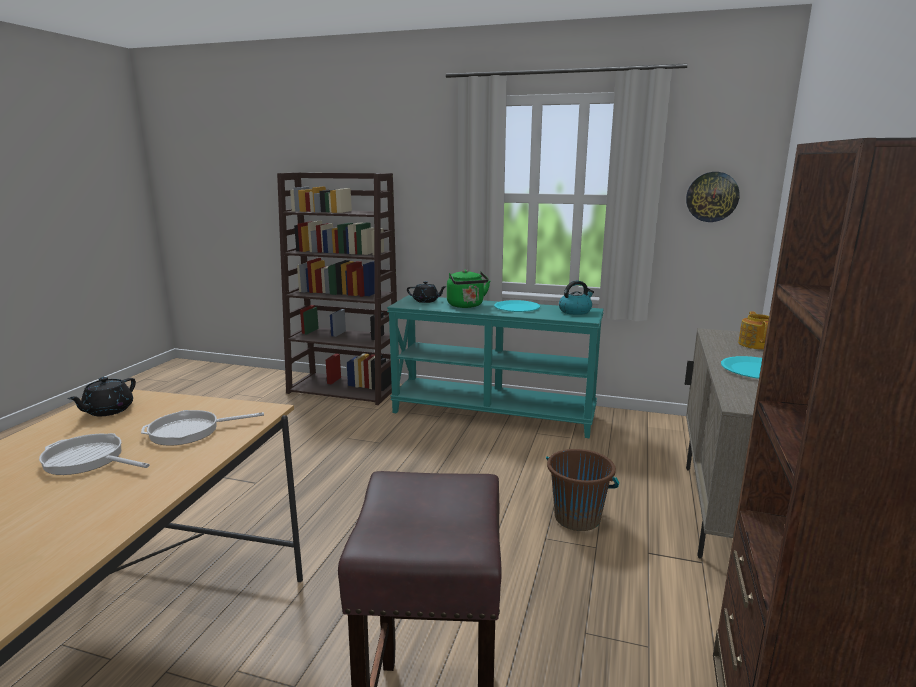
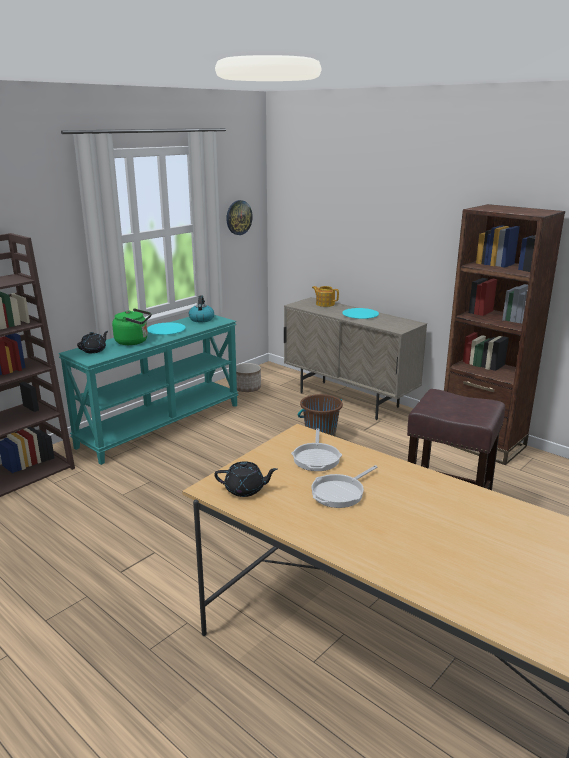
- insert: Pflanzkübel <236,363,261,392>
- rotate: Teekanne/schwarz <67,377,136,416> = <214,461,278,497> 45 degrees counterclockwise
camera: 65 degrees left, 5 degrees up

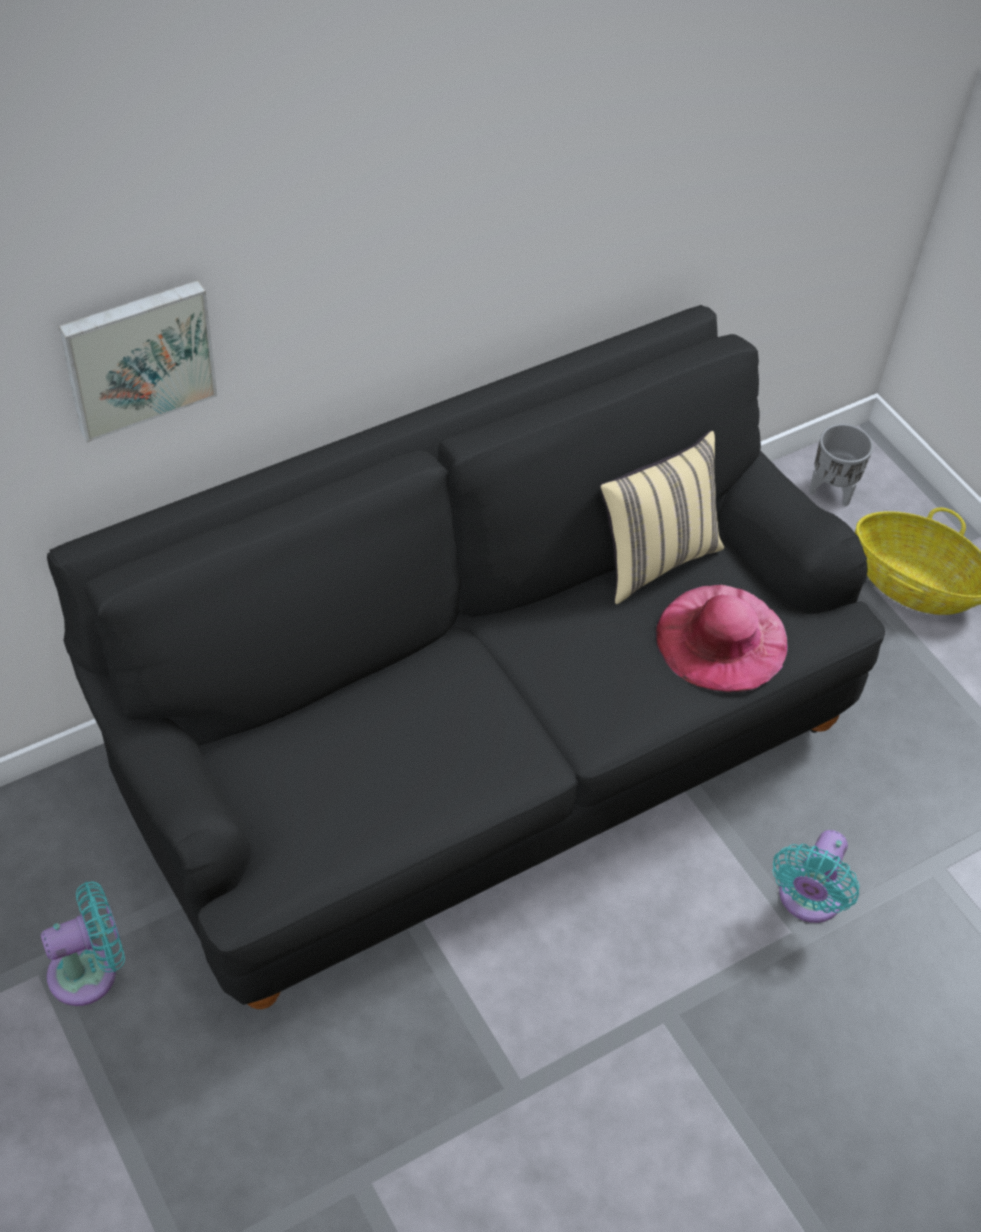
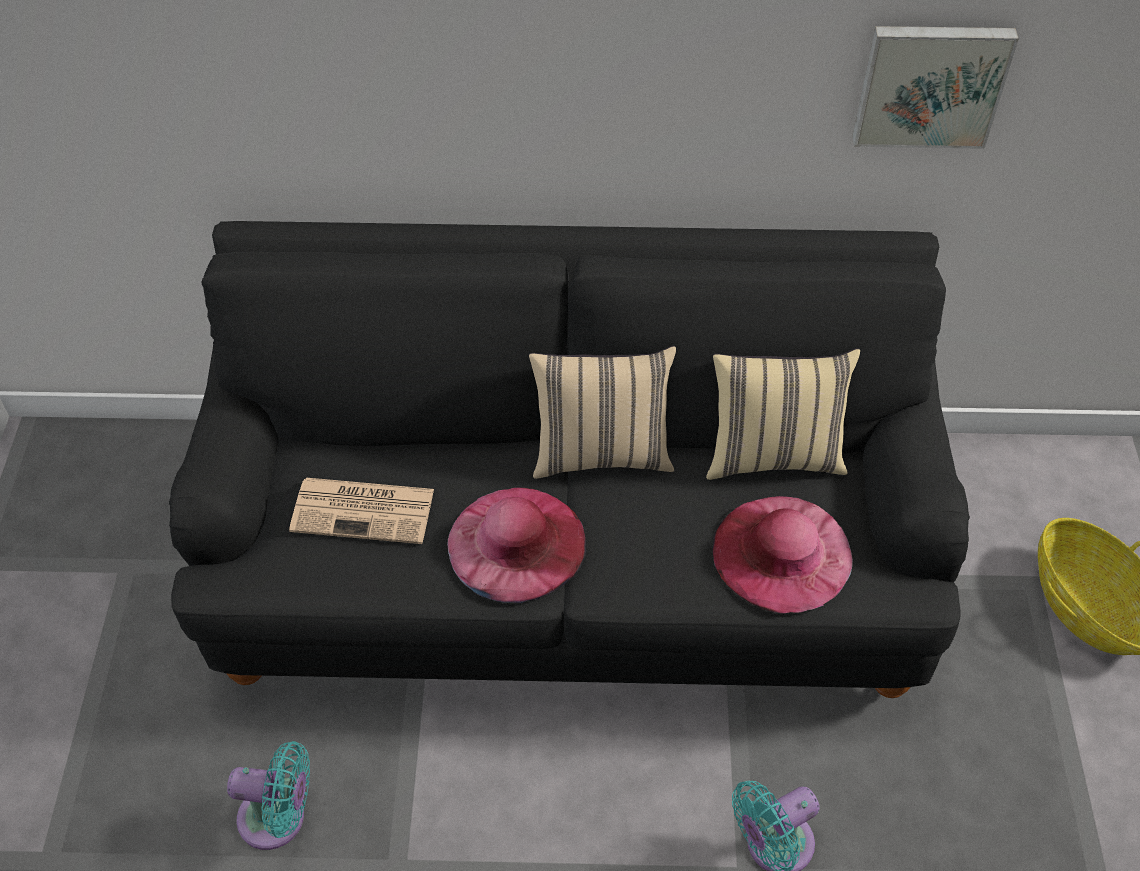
- delete: Pflanzkübel/grau <809,424,873,507>
- insert: Zeitung <289,478,434,544>
- insert: Hut/rosa <447,487,586,603>
- insert: Kissen/beige <529,346,676,479>
- move: Ventilator/türkis <41,881,125,1006> to <227,741,310,850>
- move: Bild <59,280,217,443> to <852,26,1019,149>
camera: 35 degrees right, 0 degrees up

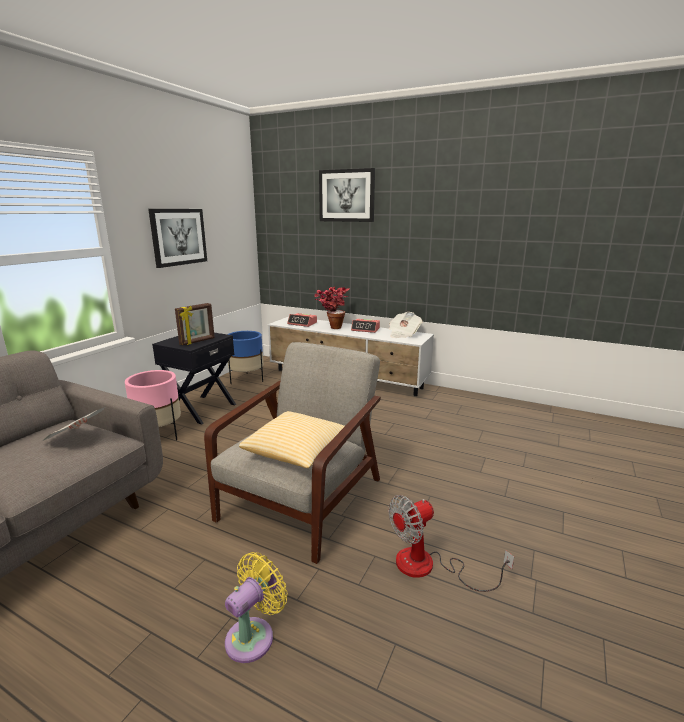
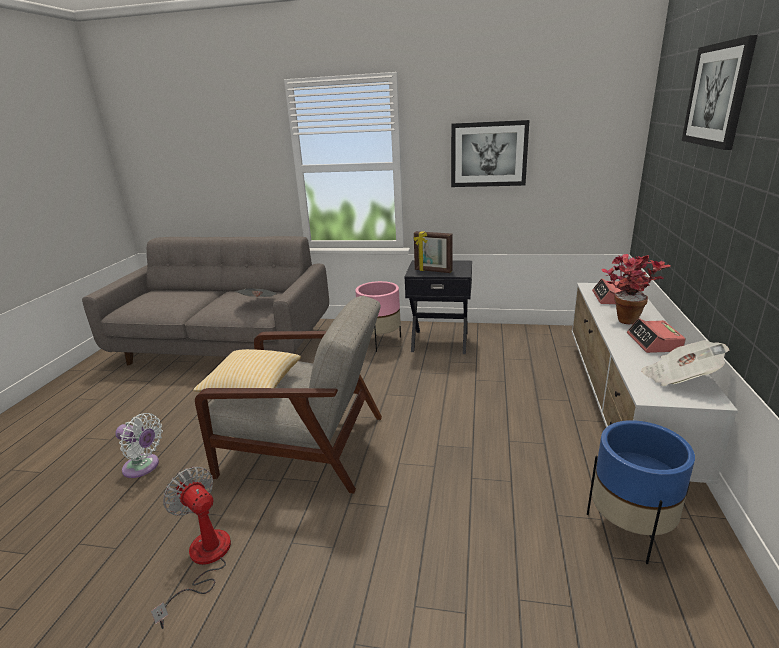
- move: Pflanzkübel/blau <227,331,264,384> to <587,420,695,564>
- recolor: Ventilator/gelb <225,552,288,663> to Ventilator/weiß <115,413,163,478>
camera: 75 degrees right, 5 degrees up

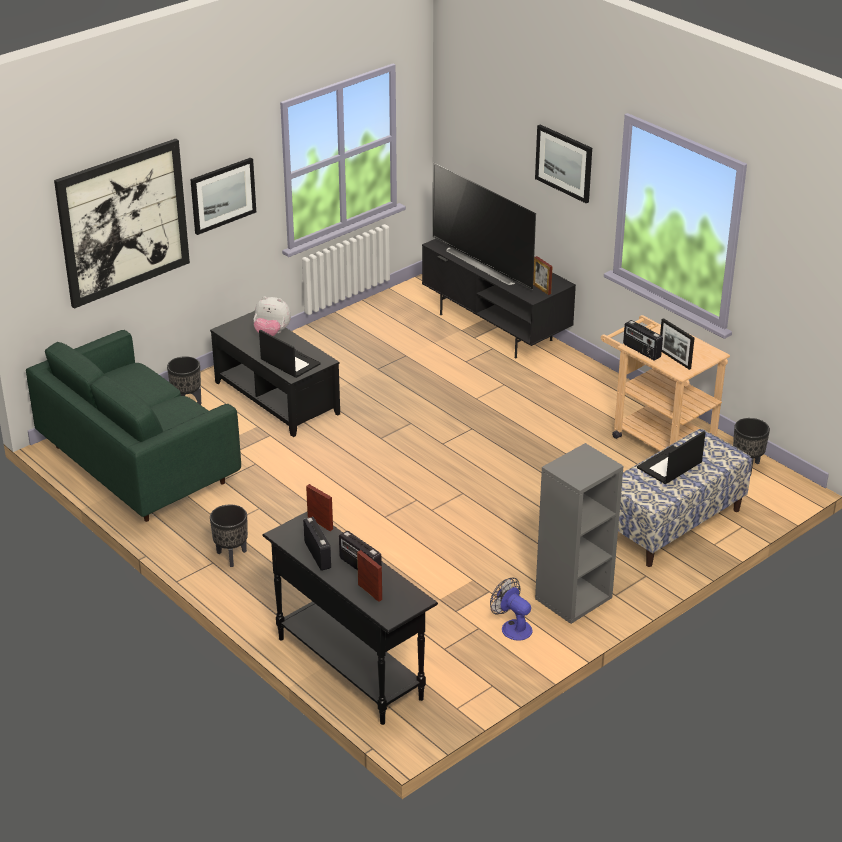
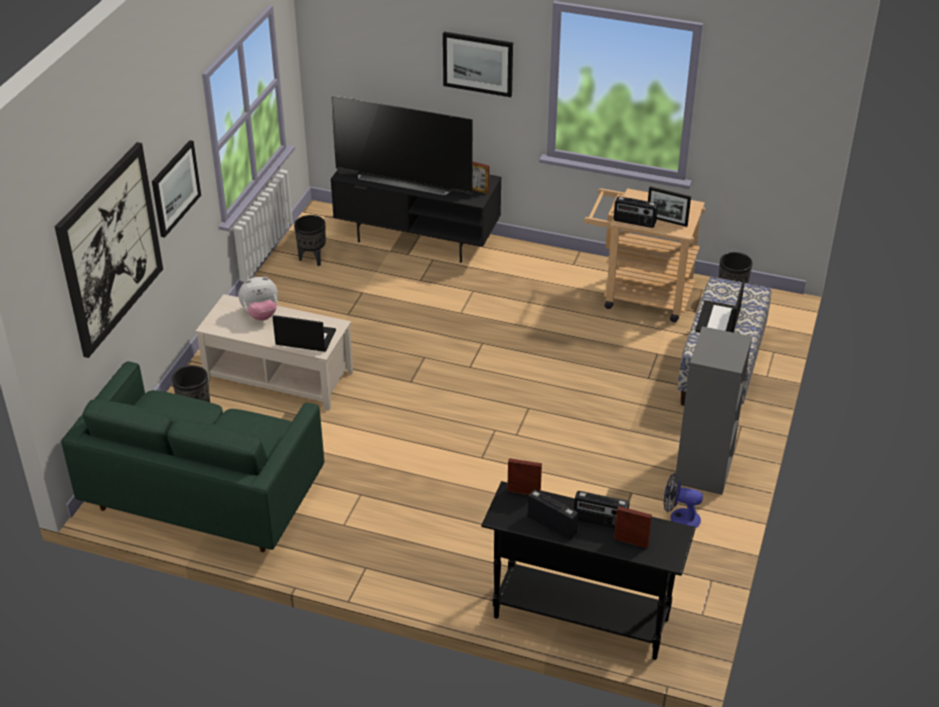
- move: Pflanzkübel/schwarz <210,504,248,567> to <294,215,326,266>
- recolor: Couchtisch/schwarz <210,311,340,437> to Couchtisch/beige <196,294,353,411>
camera: 30 degrees left, 5 degrees up

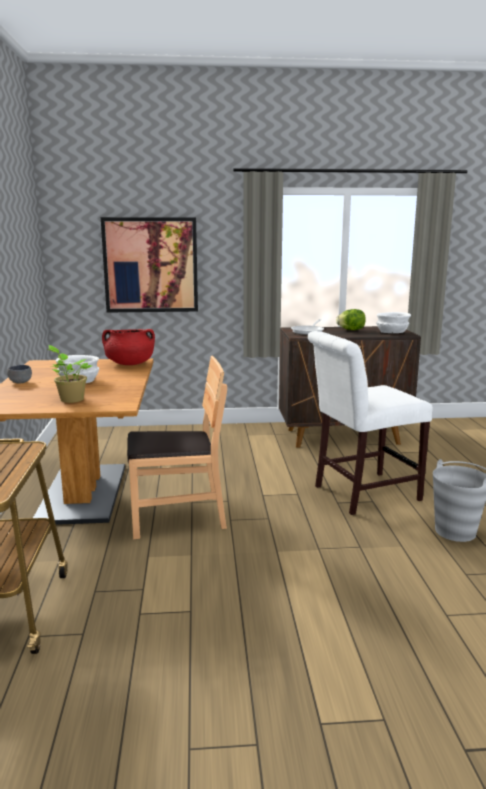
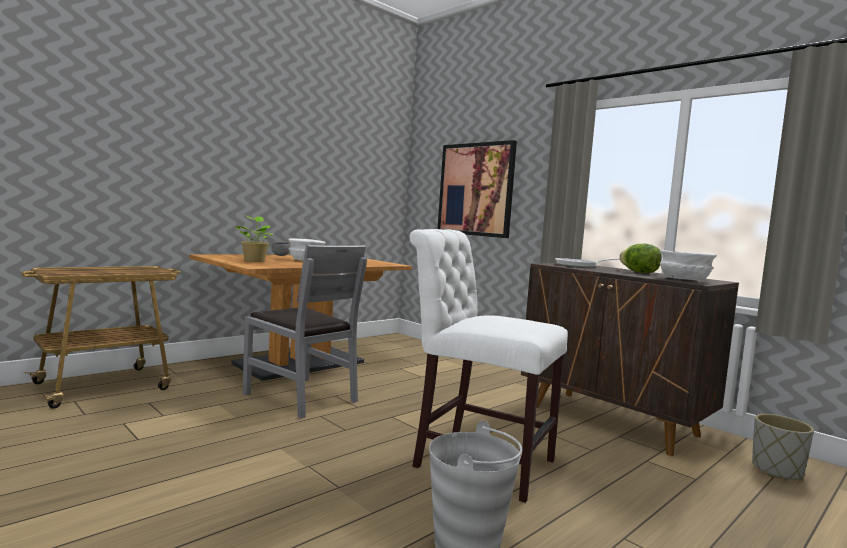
- delete: Kochtopf/rot <102,329,155,365>
- insert: Pflanzkübel/grau <752,414,814,480>
- recolor: Stuhl/braun <127,356,227,539> to Stuhl/grau <242,245,367,418>
camera: 50 degrees right, 10 degrees down

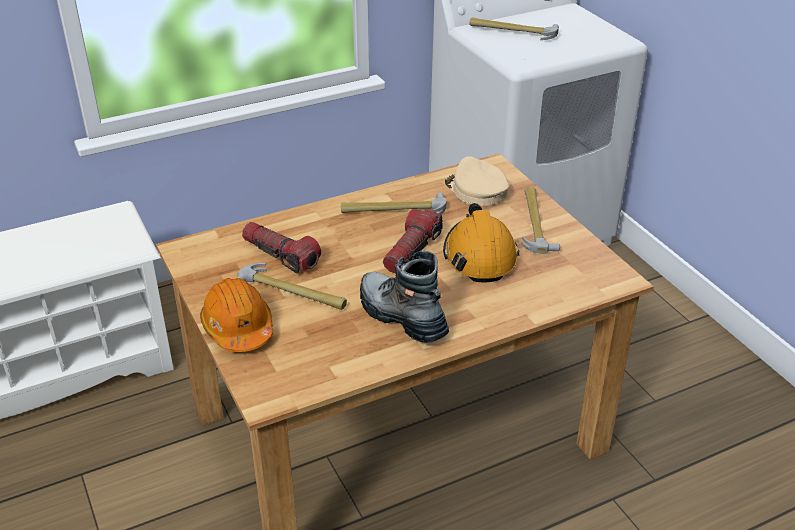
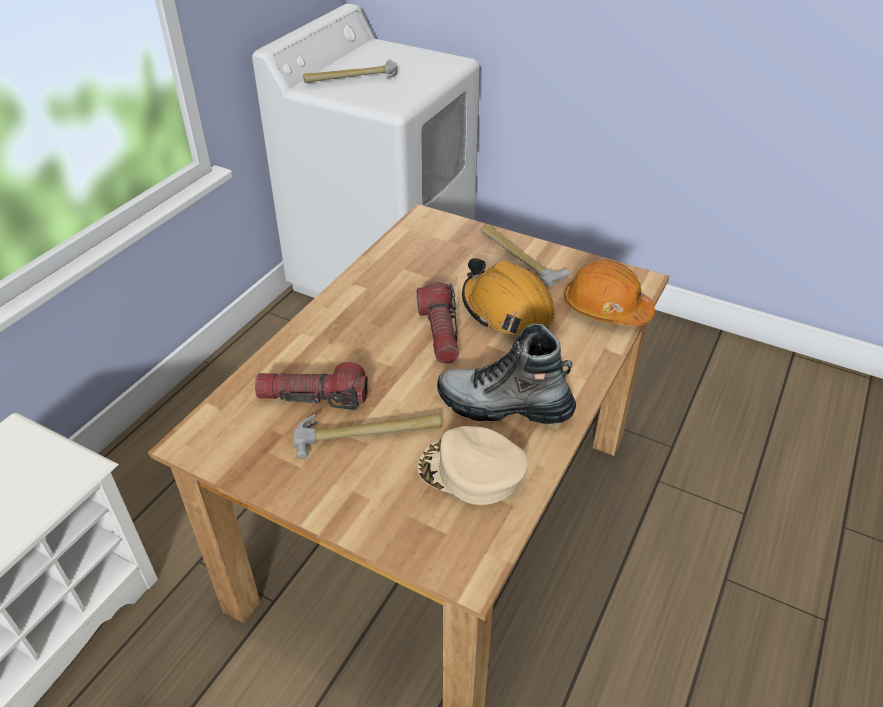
- delete: Hammer <341,192,447,215>
- move: Schutzhelm/orange <200,278,273,352> to <564,260,655,326>
- move: Kappe/beige <445,157,509,206> to <417,426,529,505>
camera: 35 degrees left, 5 degrees up

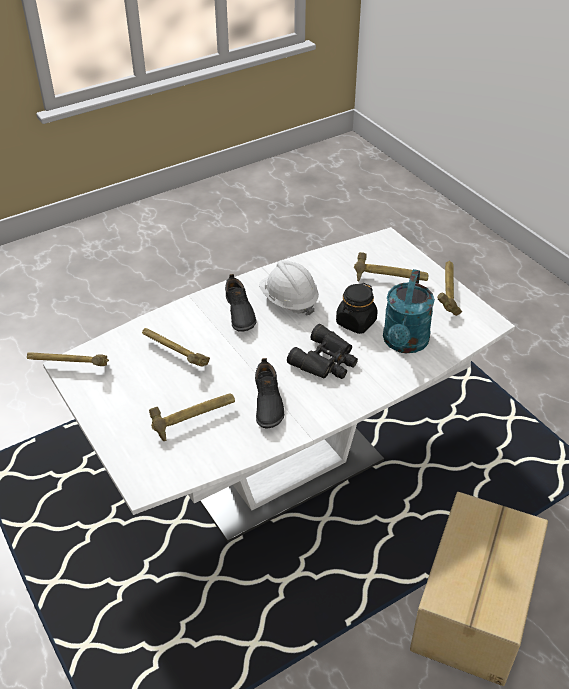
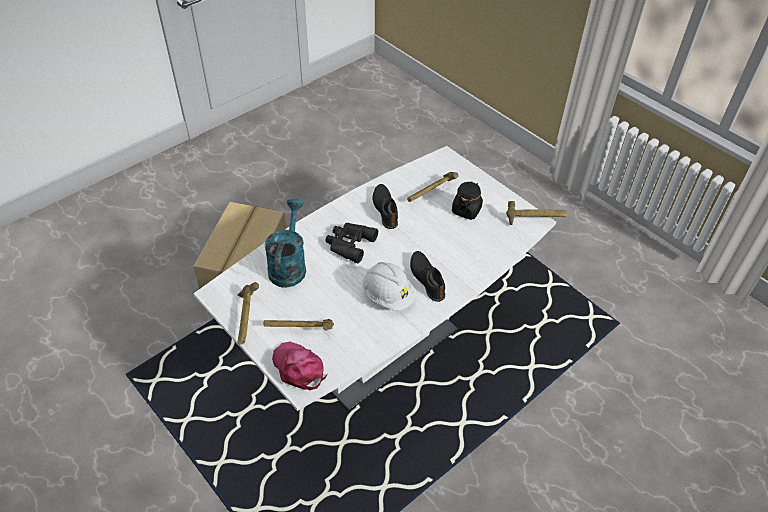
- delete: Hammer <142,328,210,367>
- insert: Kappe/rosa <272,342,327,390>
- move: Vorratsglas/schwarz <336,283,378,334> to <452,181,483,220>
camera: 170 degrees right, 5 degrees up

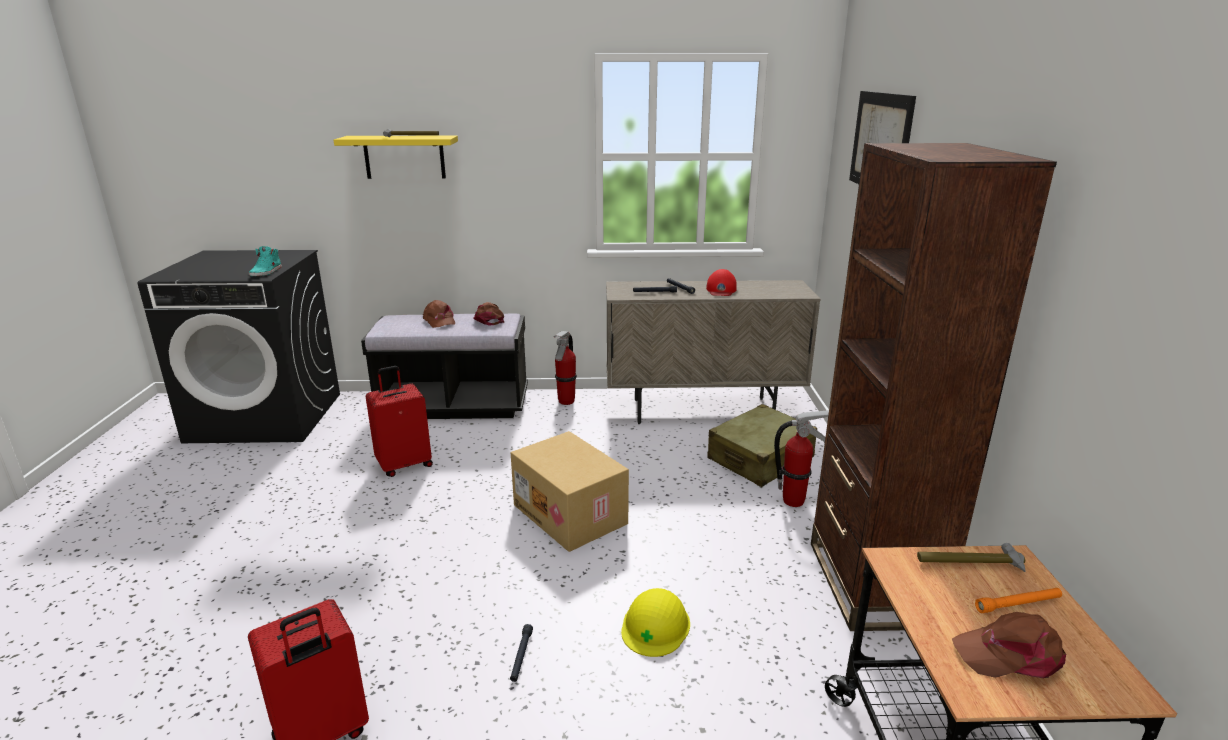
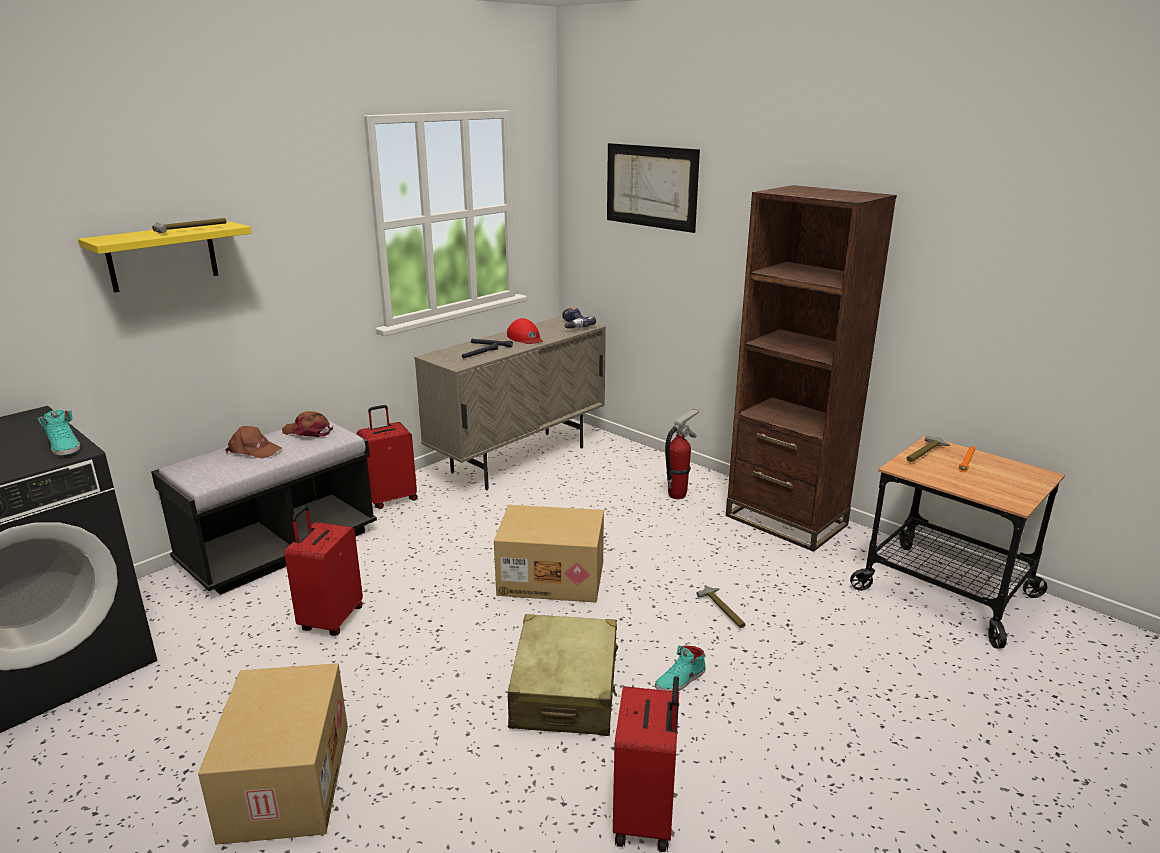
- delete: Kappe/braun <952,612,1066,678>
- insert: Karton <198,663,348,845>
- insert: Bohrmaschine <562,308,596,329>
- move: Koffer/beige <707,404,817,487> to <508,614,618,736>
- replace: Taschenlampe/schwarz <510,624,533,682> to Schuh/türkis <655,646,705,691>
- replace: Feuerlöscher <554,331,577,405> to Koffer/rot <357,405,418,509>
- replace: Schutzhelm/gelb <621,588,690,657> to Hammer <697,587,746,628>
camera: 45 degrees left, 0 degrees up

